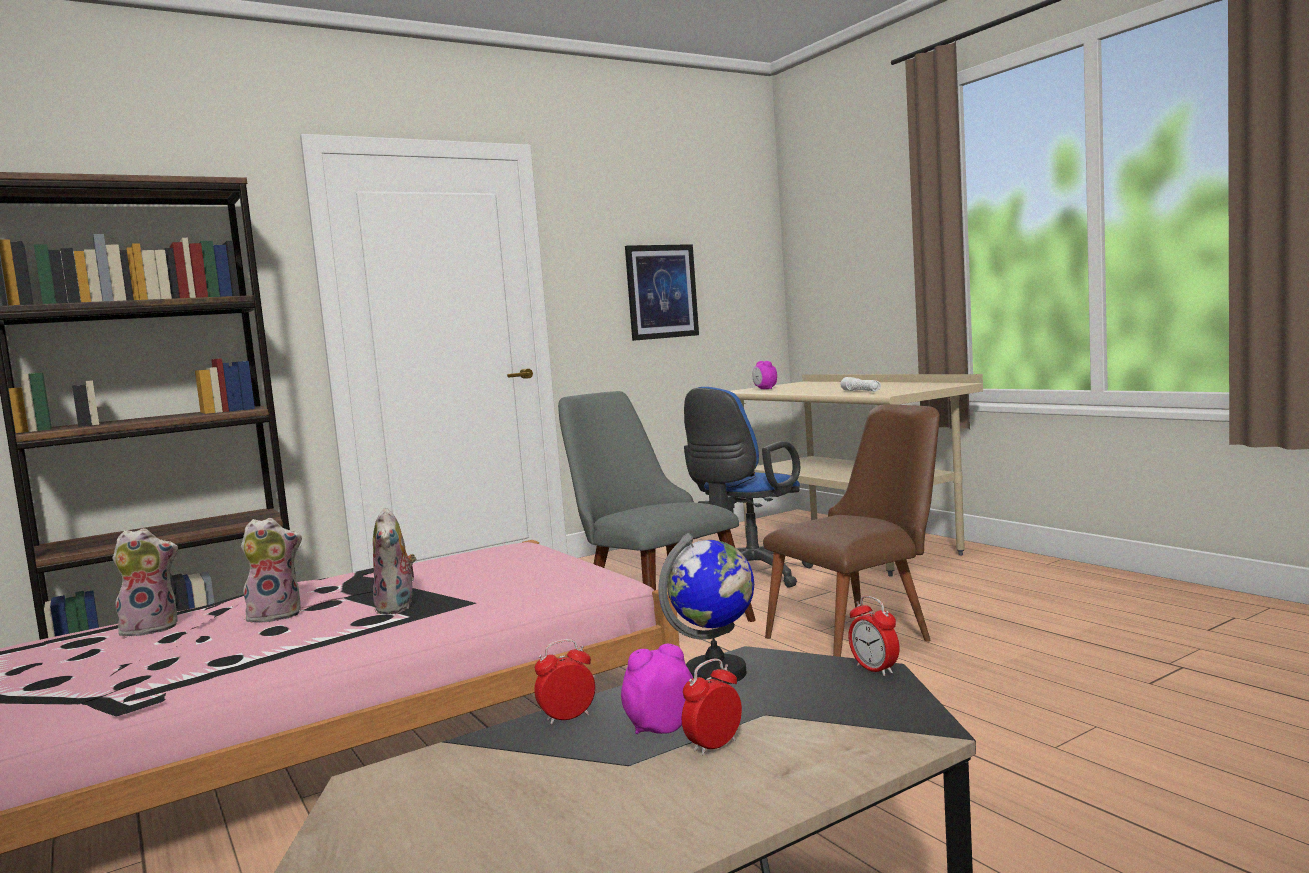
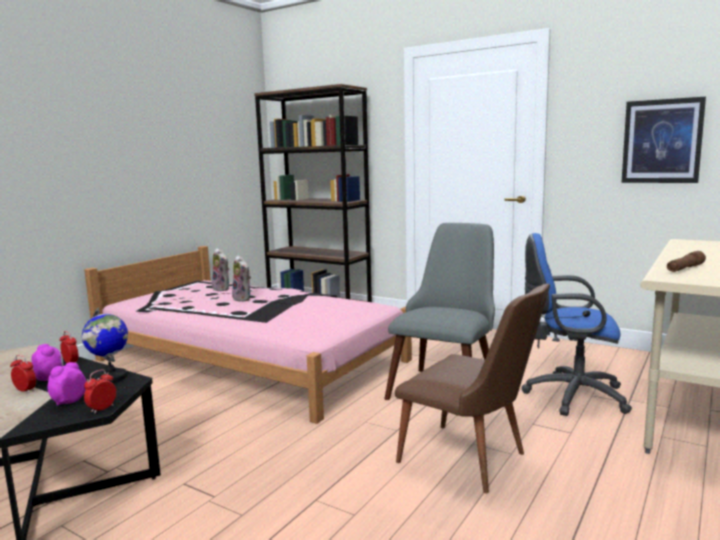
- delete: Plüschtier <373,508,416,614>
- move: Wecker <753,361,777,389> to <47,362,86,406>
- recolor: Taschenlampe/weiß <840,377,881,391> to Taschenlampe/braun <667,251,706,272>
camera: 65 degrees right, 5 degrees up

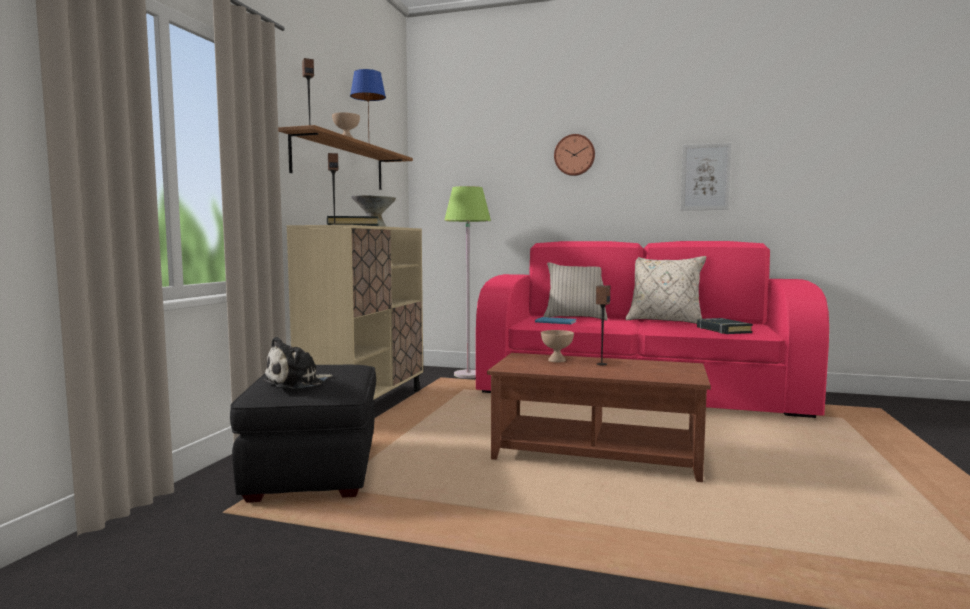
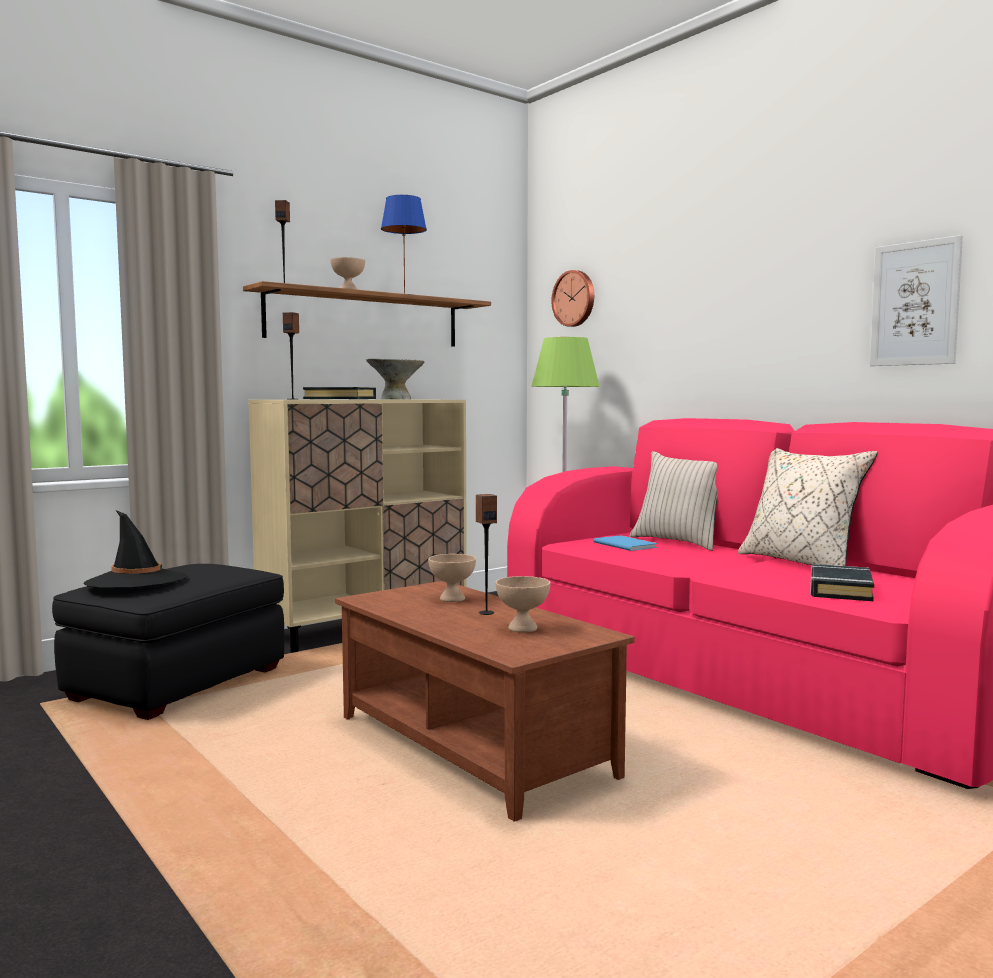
- insert: Schüssel/beige <496,576,550,633>
- move: Wanduhr <554,134,595,176> to <551,270,594,327>
- replace: Plüschtier <262,337,333,389> to Hut/schwarz <83,510,188,588>
camera: 35 degrees right, 0 degrees up

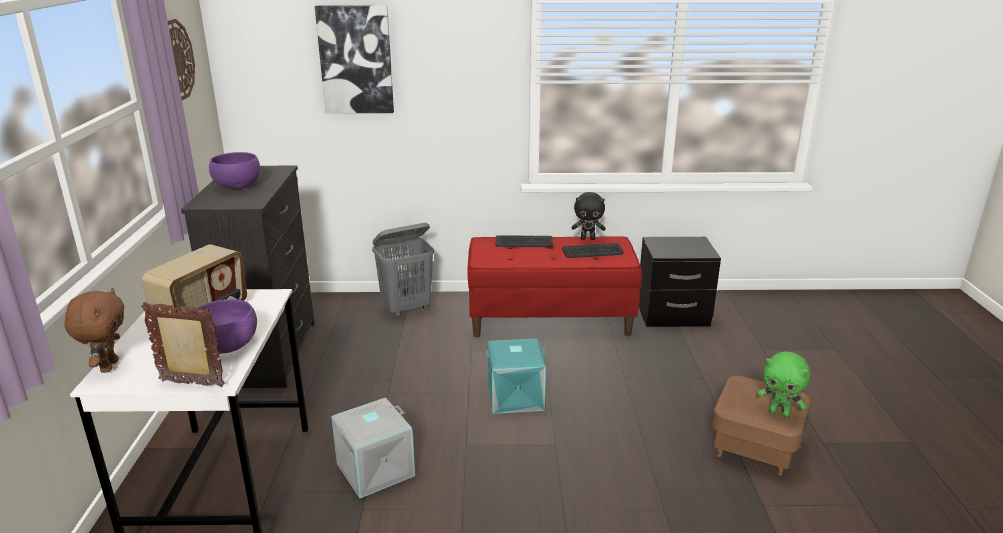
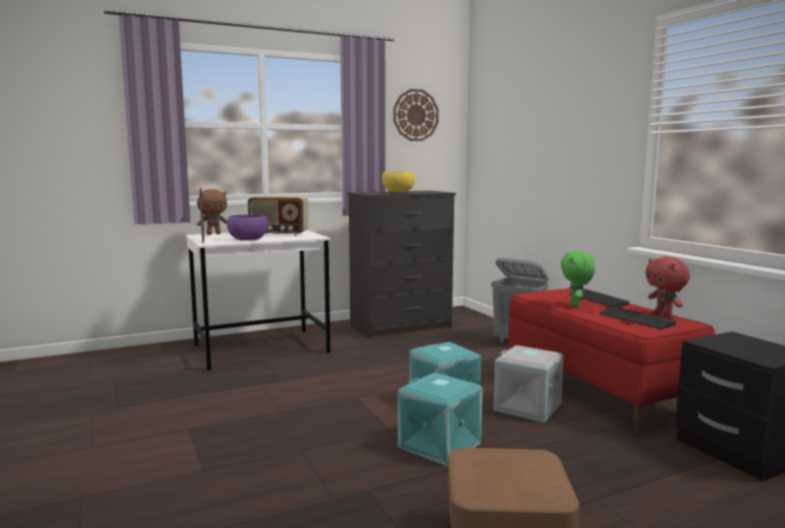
- delete: Bild <315,6,394,113>
- insert: Aufbewahrungsbox/türkis <398,373,483,466>
- move: Aufbewahrungsbox/grau <331,398,415,498> to <493,345,564,423>
- move: Plüschtier/grün <757,351,810,417> to <560,251,595,307>
- recolor: Schüssel/lila <209,152,260,189> to Schüssel/gelb <382,172,415,193>
- recolor: Plüschtier/schwarz <571,192,606,240> to Plüschtier/rot <645,257,690,316>
camera: 65 degrees right, 15 degrees down

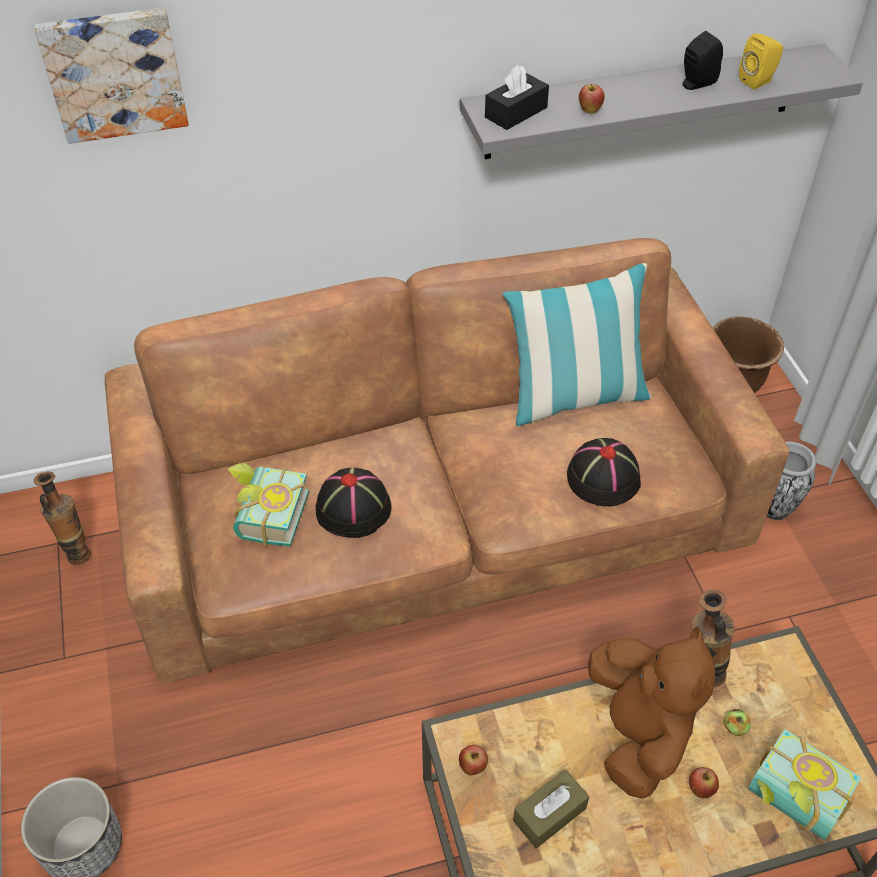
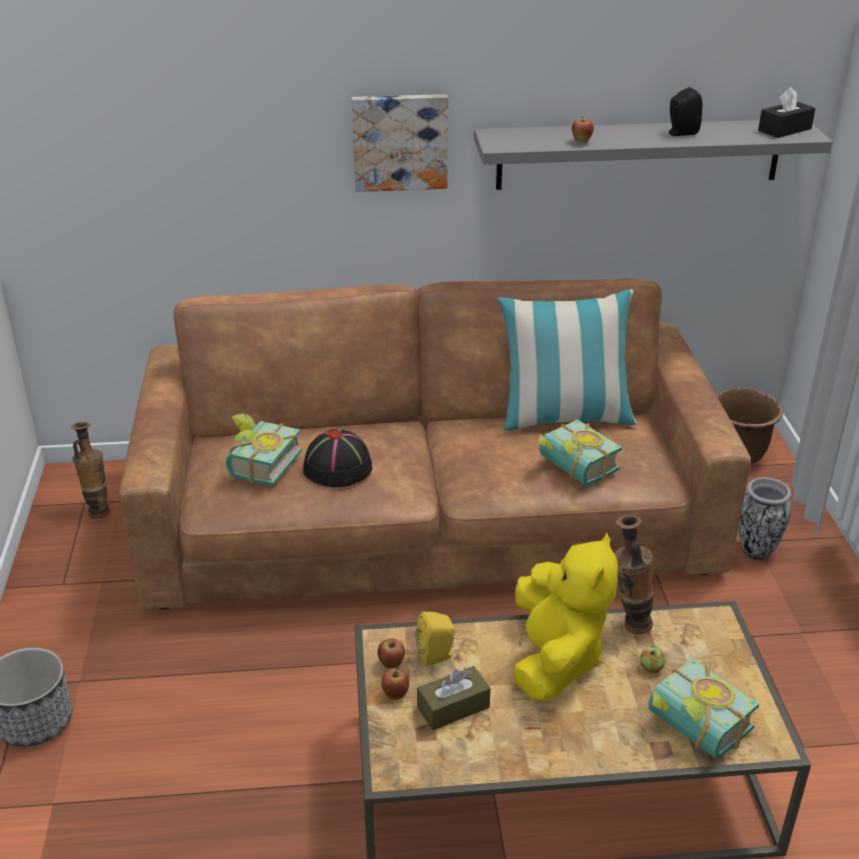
- move: Bild <35,8,189,144> to <352,94,448,192>
- move: Taschentuchbox/schwarz <485,65,549,130> to <758,87,815,138>
- move: Apfel <689,767,719,798> to <381,668,409,700>
- move: Lautsprecher/gelb <739,33,783,89> to <415,612,455,666>
- replace: Hut/schwarz <567,438,641,507> to Buch <538,420,622,486>
- recolor: Plüschtier/braun <588,626,715,799> to Plüschtier/gelb <513,532,618,702>
camera: 10 degrees right, 15 degrees down

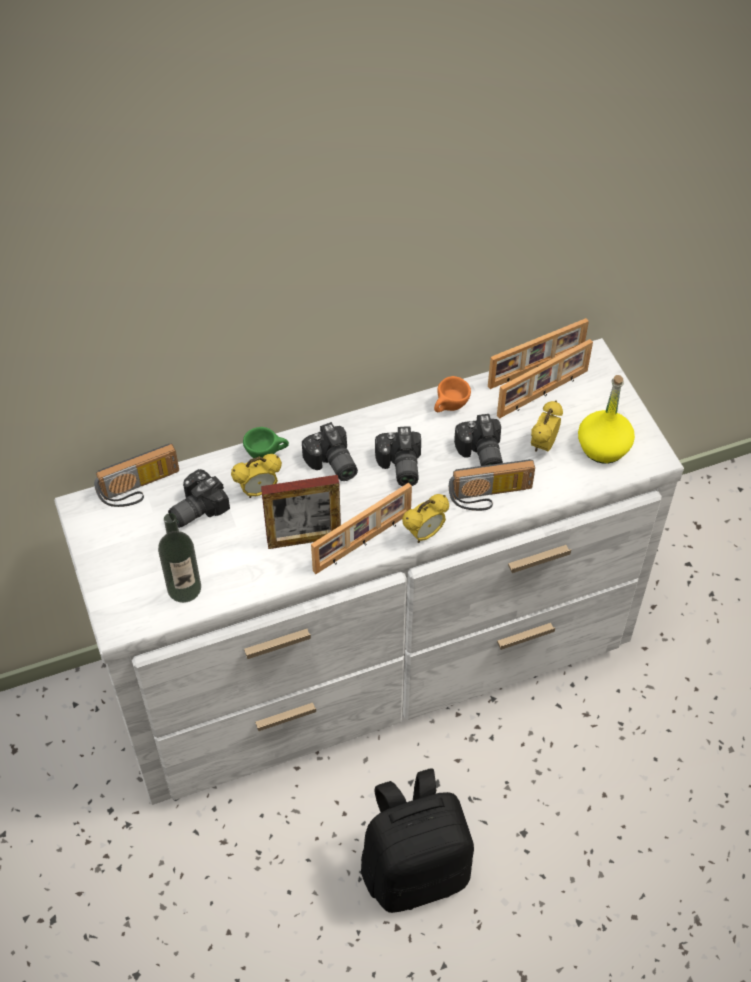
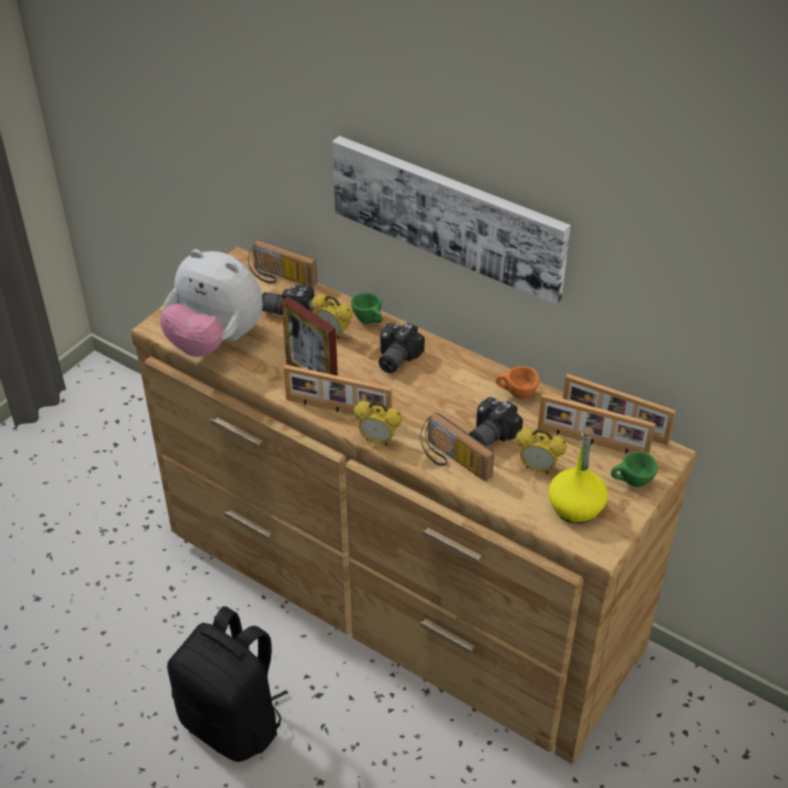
- delete: Kamera <375,426,421,486>
- insert: Bild <332,136,571,305>
- insert: Tasse/grün <611,451,658,487>
- replace: Flasche <158,513,201,603> to Plüschtier <160,249,263,357>
- recolor: Kommode/weiß <54,338,684,805> to Kommode/braun <131,246,697,764>
- rotate: Wecker <531,400,563,452> = <516,428,567,474> 150 degrees counterclockwise
camera: 55 degrees right, 10 degrees down

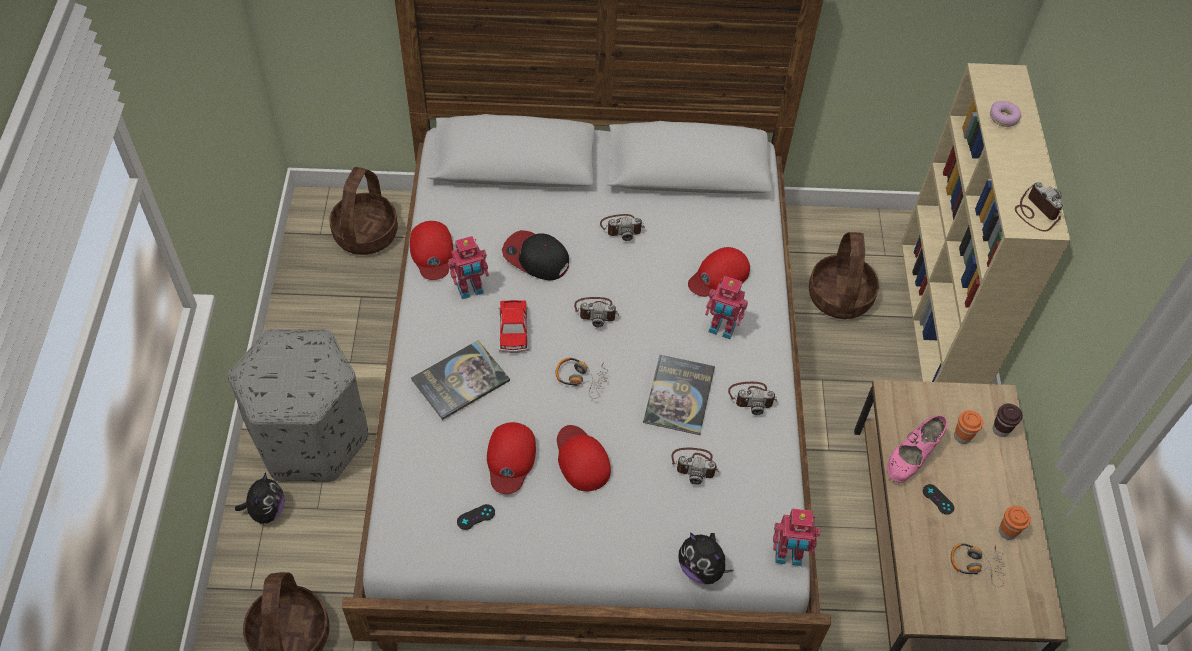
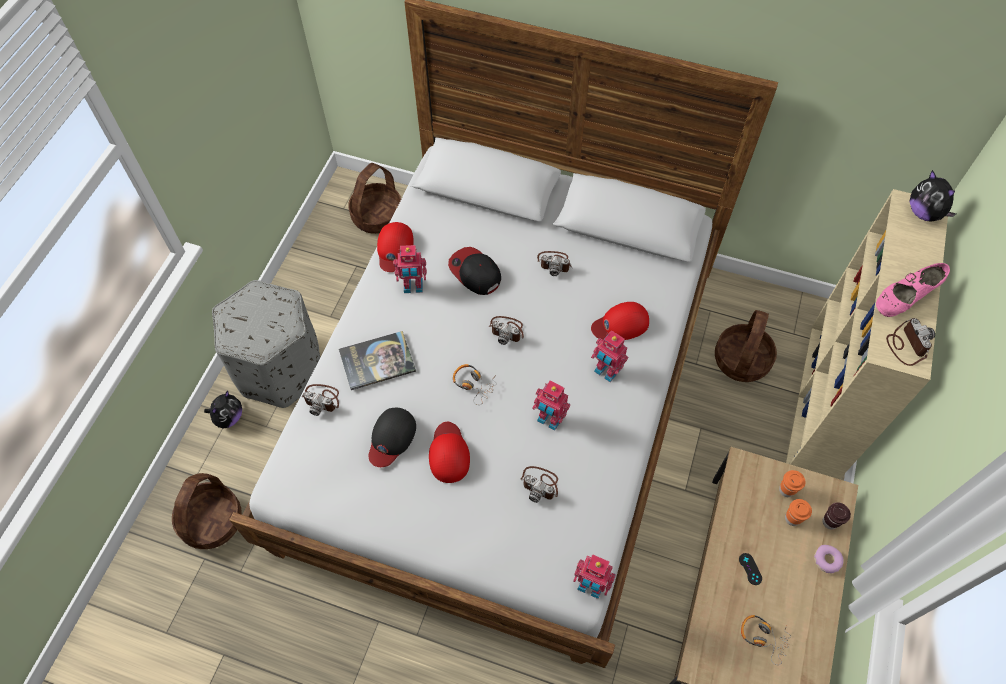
- delete: Gamepad/schwarz <457,504,495,530>
- delete: Spielzeugauto <499,300,528,353>
- move: Plüschtier <679,533,734,585> to <909,170,956,222>
- move: Kamera <728,382,777,415> to <301,384,339,416>
- move: Schuh/rosa <887,415,947,483> to <876,263,950,317>
- move: Donut <990,101,1021,127> to <814,545,844,573>
- move: Tasse/orange <999,506,1031,540> to <779,470,806,497>
- replace: Buch <643,355,715,435> to Spielzeugroboter <532,380,570,431>
- recolor: Kappe/rot <487,422,536,494> to Kappe/schwarz <369,408,416,467>
camera: 20 degrees right, 5 degrees up

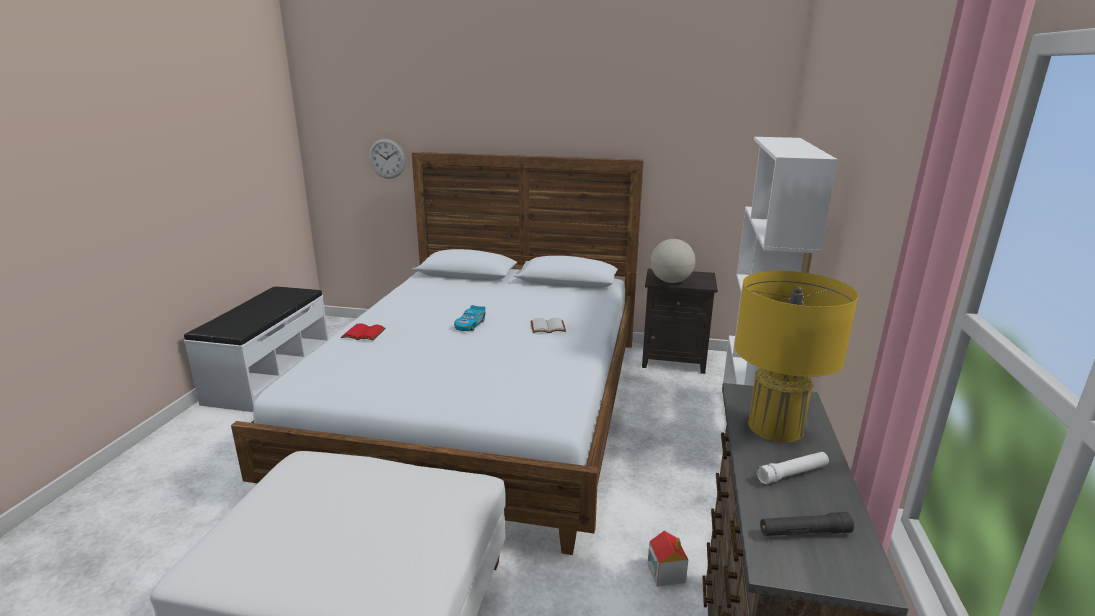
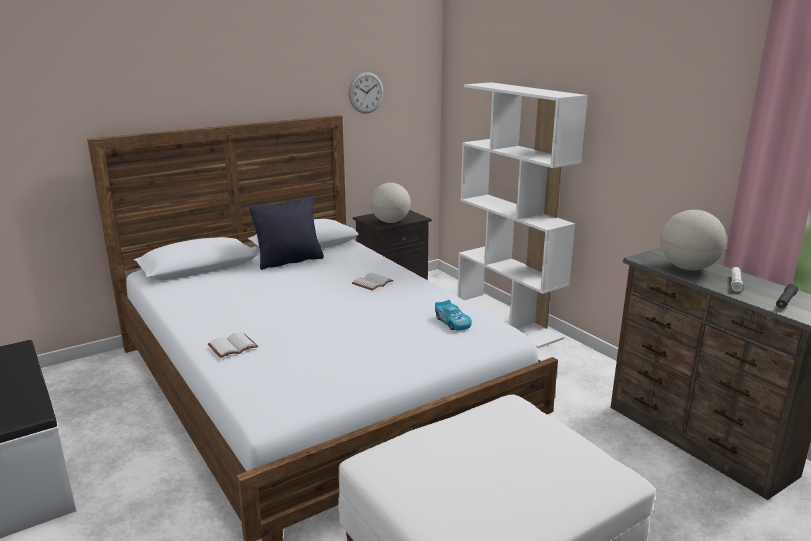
- delete: Spielzeughaus <648,531,688,587>
- insert: Kissen/schwarz <249,197,324,270>
- move: Wanduhr <369,139,406,179> to <348,72,384,113>
- move: Spielzeugauto <454,305,486,331> to <435,300,472,330>
- replace: Tischlampe/gelb <735,271,858,443> to Globus <660,210,727,270>
- recolor: Buch/rot <341,323,386,340> to Buch/weiß <208,332,258,358>
camera: 45 degrees left, 0 degrees up

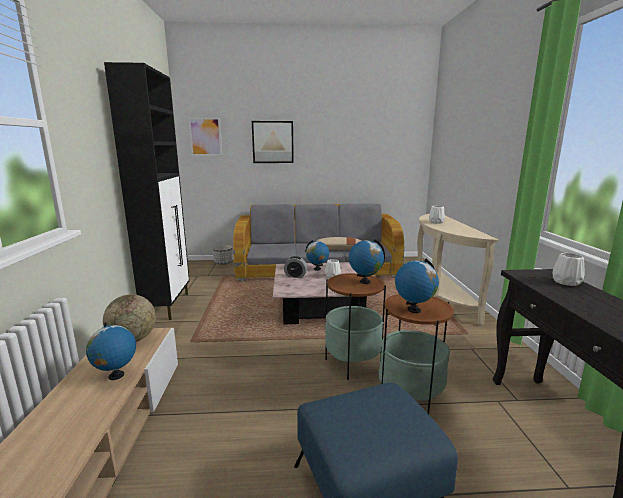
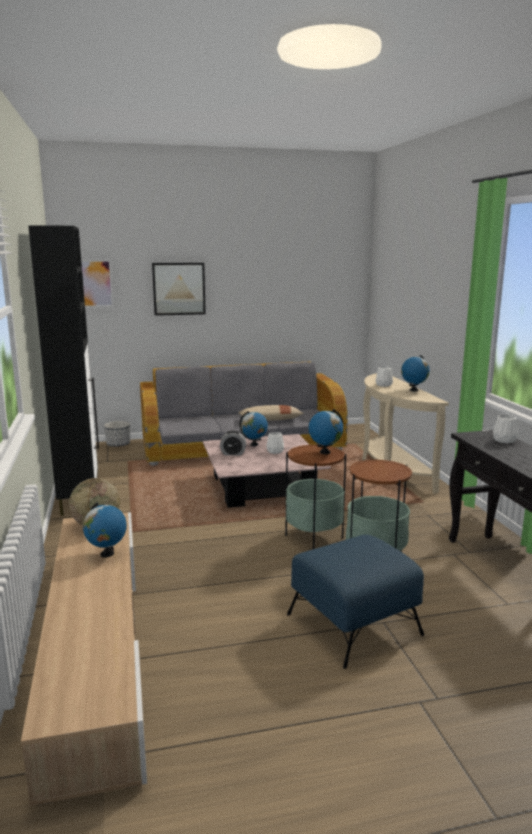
- move: Globus <395,258,439,313> to <401,355,430,392>
camera: 10 degrees left, 0 degrees up

